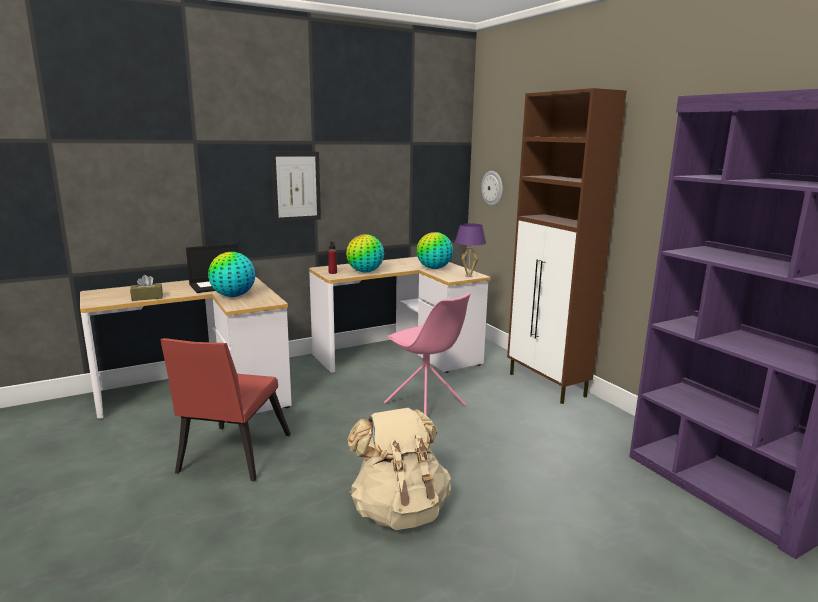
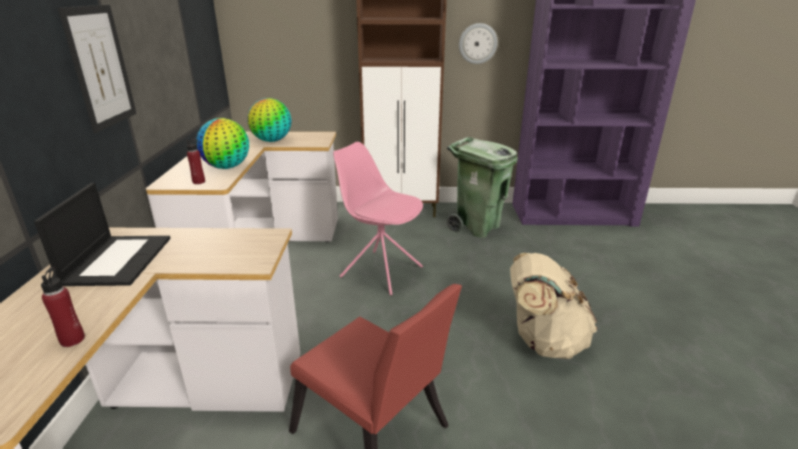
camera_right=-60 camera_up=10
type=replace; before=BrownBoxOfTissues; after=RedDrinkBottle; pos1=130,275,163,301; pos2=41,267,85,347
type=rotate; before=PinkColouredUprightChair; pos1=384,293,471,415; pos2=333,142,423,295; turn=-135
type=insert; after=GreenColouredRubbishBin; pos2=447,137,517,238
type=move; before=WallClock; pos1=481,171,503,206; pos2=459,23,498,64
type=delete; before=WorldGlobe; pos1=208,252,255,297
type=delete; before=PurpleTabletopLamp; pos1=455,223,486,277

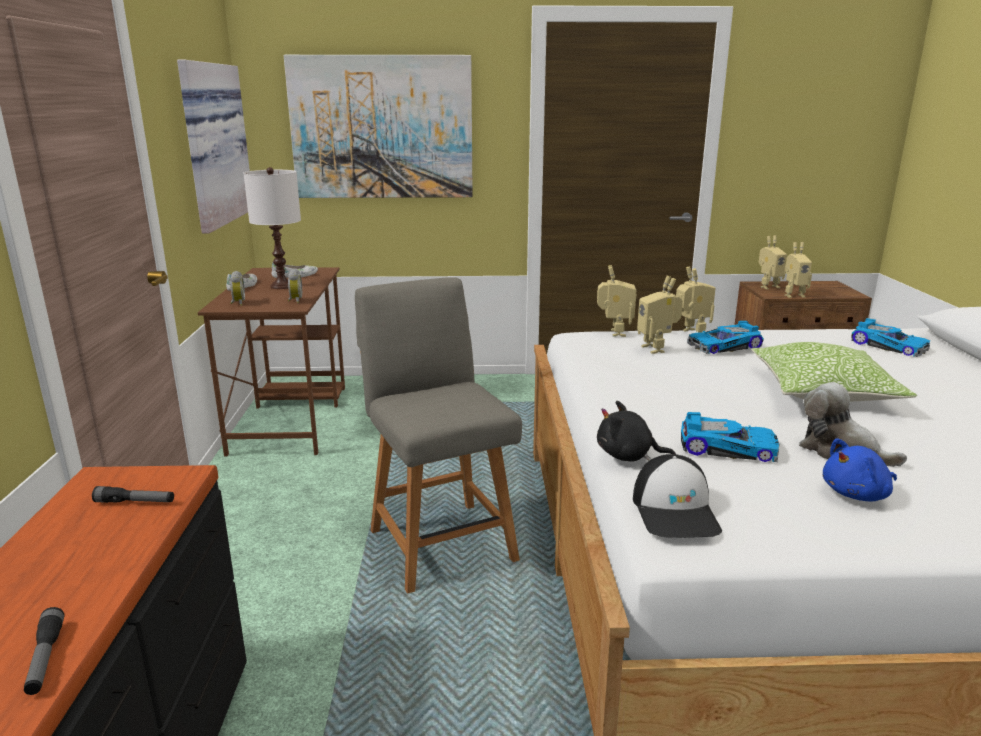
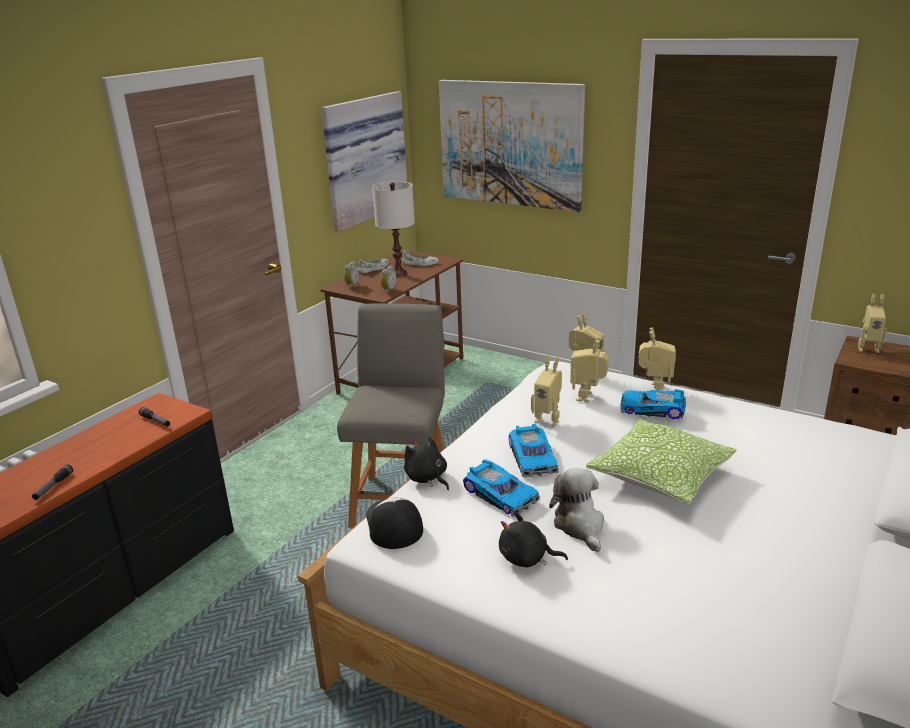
camera_right=35 camera_up=5
type=rotate; before=BaseballCap; pos1=633,454,722,538; pos2=366,497,423,549; turn=135
type=recolor; before=BlueSoftToy; after=BlackColouredSoftToy; pos1=823,438,897,502; pos2=499,511,568,567
type=move; before=MiniatureCar; pos1=851,318,930,357; pos2=509,424,559,477
type=move; before=ToyRobot; pos1=785,242,812,298; pos2=531,355,562,427

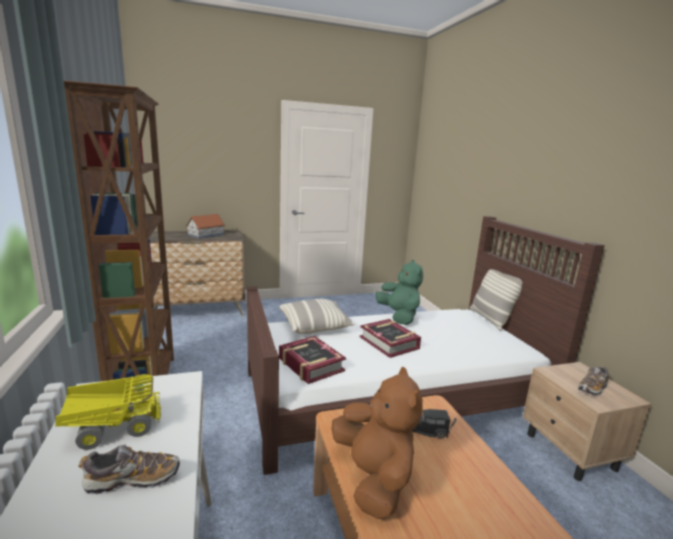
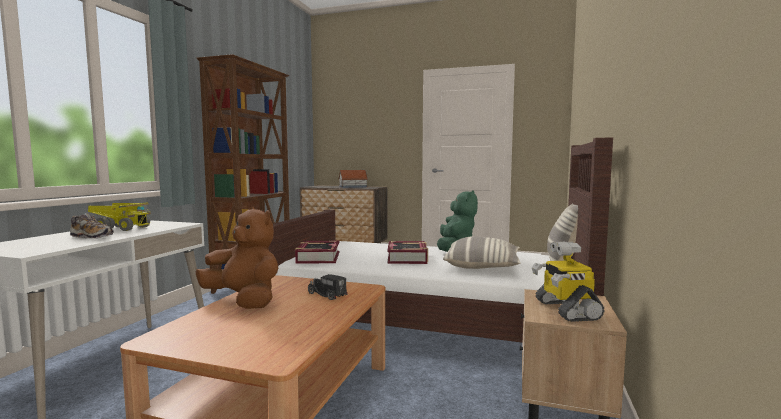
camera_right=35 camera_up=-10
type=rotate; before=BrownSoftToy; pos1=332,367,423,519; pos2=195,207,278,309; turn=-75
type=move; before=Pillow; pos1=279,299,355,334; pos2=443,236,521,269
type=replace; before=Shoe; after=ToyRobot; pos1=578,366,609,396; pos2=532,242,605,322

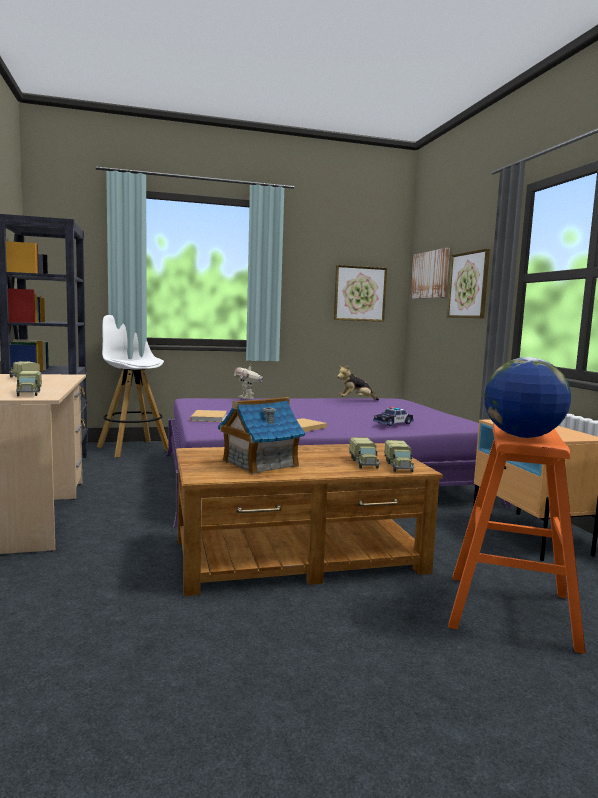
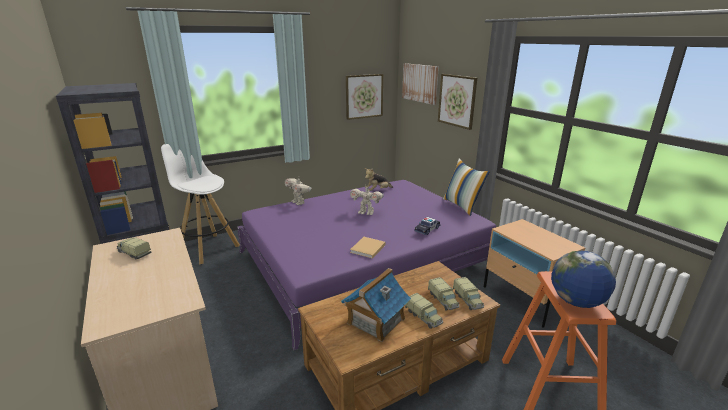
camera_right=-15 camera_up=15
type=insert; after=ToyRobot; pos2=350,184,384,215
type=move; before=ToyTruck; pos1=16,371,42,396; pos2=405,293,443,329
type=insert; after=Pillow; pos2=443,159,490,216
type=delete; before=BeigeColouredBoundBook; pos1=191,410,227,422

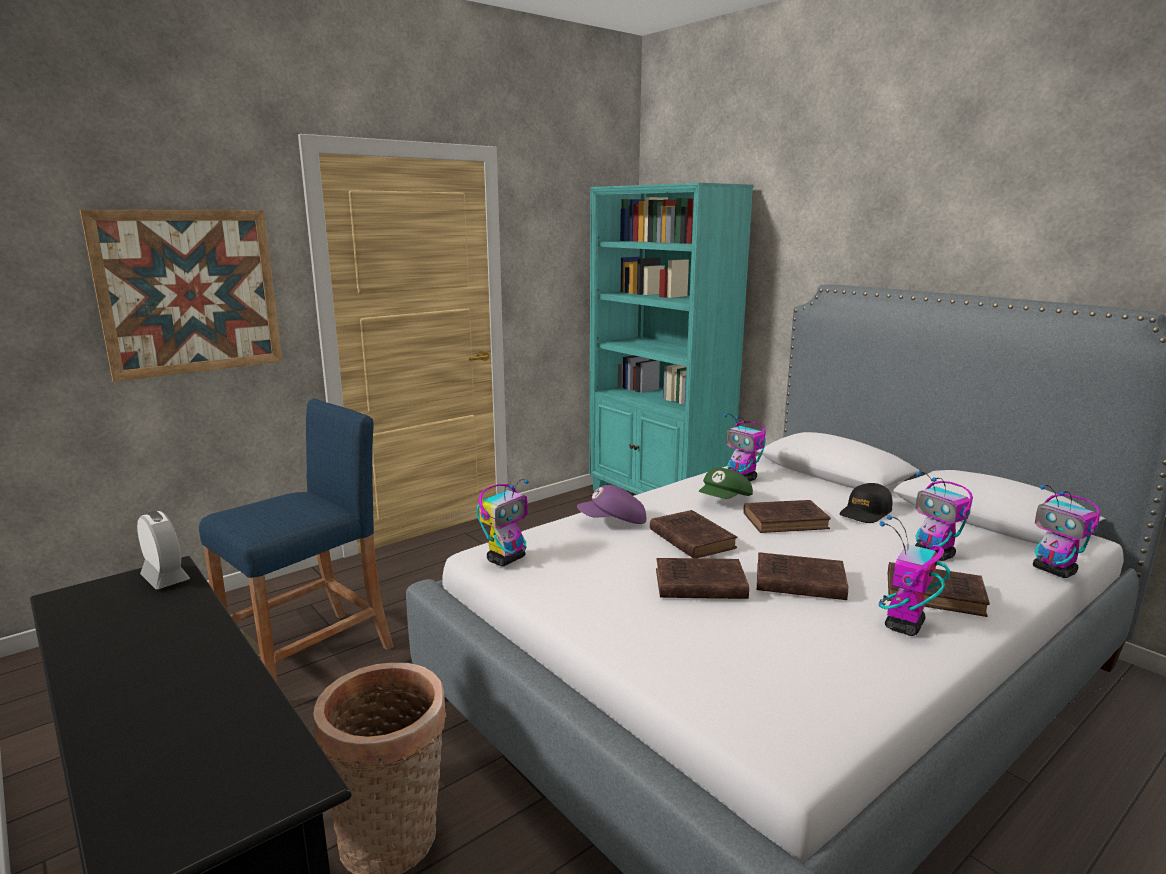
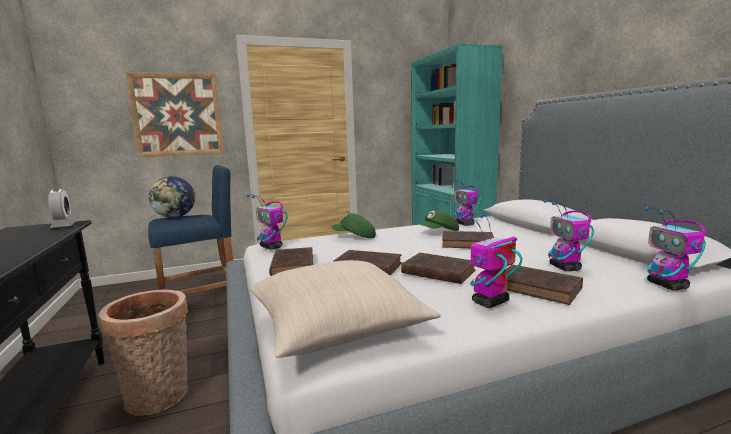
camera_right=20 camera_up=-5
type=insert; after=WorldGlobe; pos2=149,176,195,218
type=rotate; before=ToyRobot; pos1=476,479,529,566; pos2=247,194,288,250; turn=75
type=insert; after=BeigeColouredPillow; pos2=250,260,440,358
type=move; before=BrownBoundBook; pos1=650,510,738,558; pos2=269,247,313,276
type=recolor; before=PurpleBaseballCap; after=GreenColouredBaseballCap; pos1=577,485,646,524; pos2=331,213,376,238
type=delete; before=BlackColouredBaseballCap; pos1=839,483,893,523

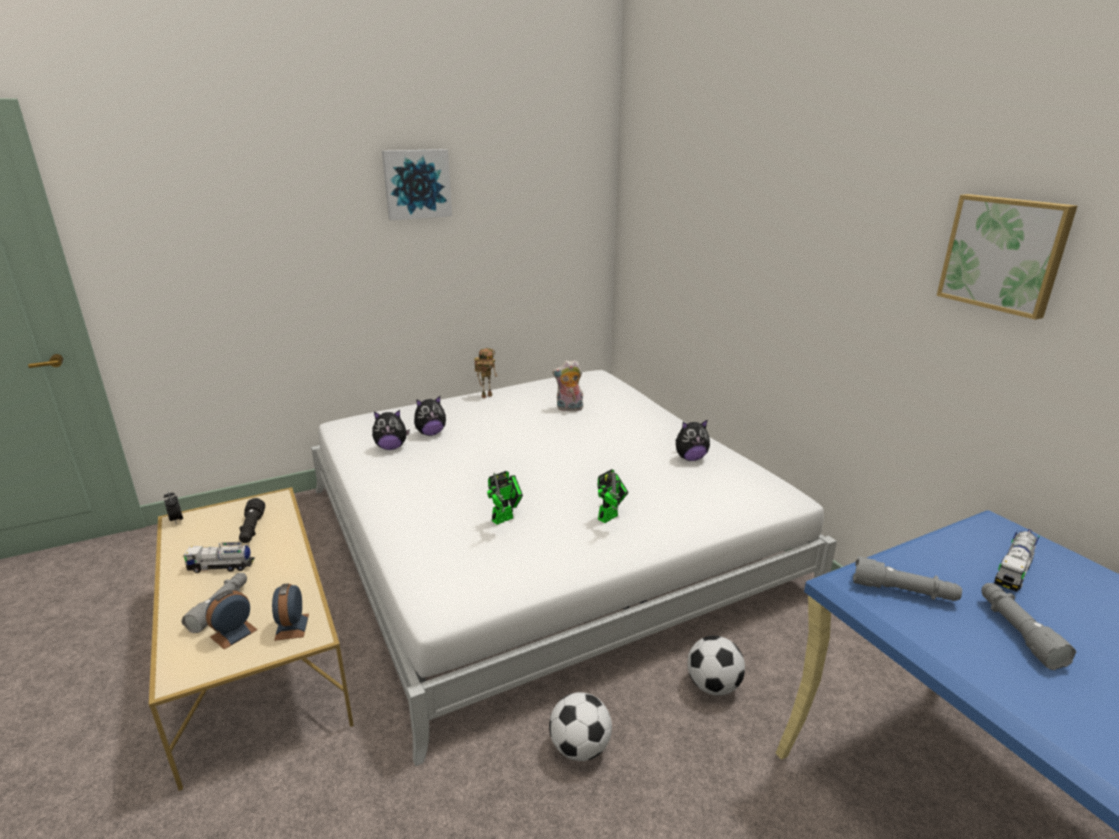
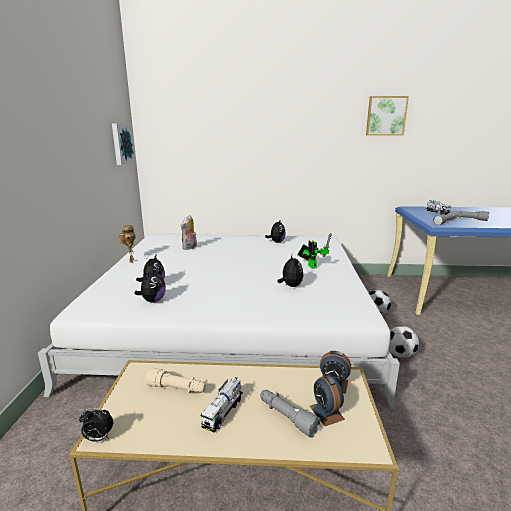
camera_right=-60 camera_up=-5
type=move; before=Picture; pos1=382,149,452,220; pos2=112,124,136,165
type=recolor; before=BlackColouredTorch; after=BeigeColouredTorch; pos1=239,498,265,543; pos2=145,368,206,393
type=replace; before=ToyRobot; after=SoftToy; pos1=487,471,523,525; pos2=277,255,303,287

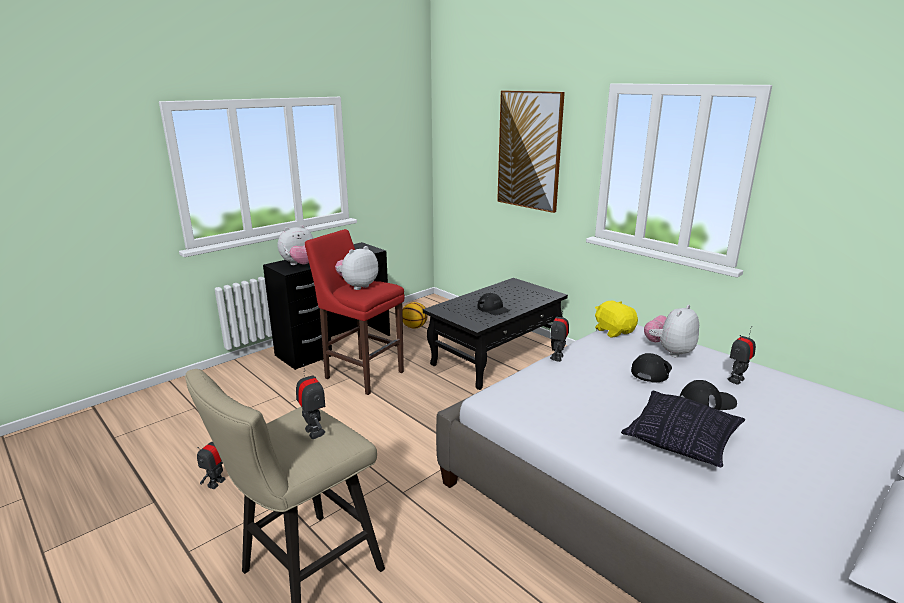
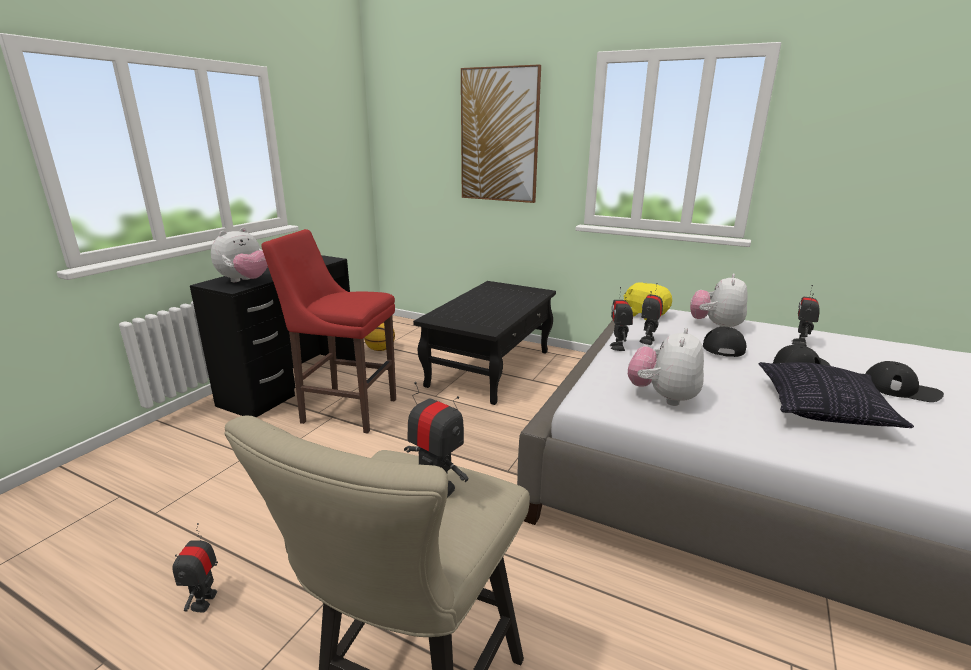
camera_right=-20 camera_up=0
type=move; before=SoftToy; pos1=335,246,379,290; pos2=628,328,704,406
type=insert; after=ToyRobot; pos2=639,283,663,345
type=move; before=BlackColouredBaseballCap; pos1=477,293,511,315; pos2=865,361,944,402

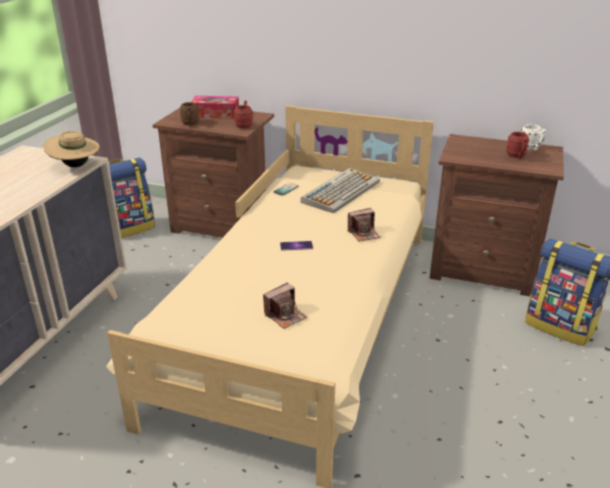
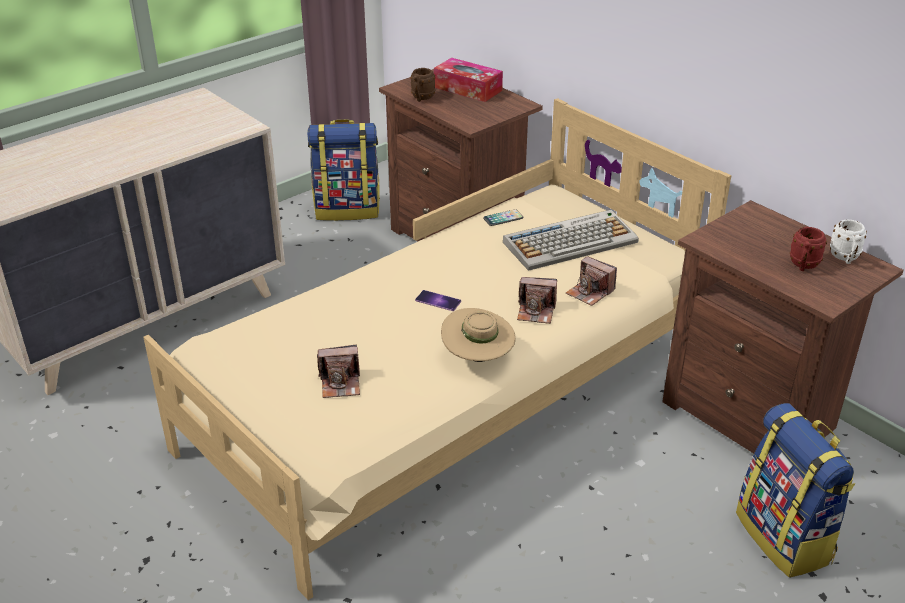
camera_right=30 camera_up=5
type=move; before=BeigeColouredClothingHat; pos1=43,131,100,167; pos2=441,308,516,362
type=insert; after=StillCamera; pos2=566,256,617,306
type=delete; before=RedCoffeeMug; pos1=234,100,253,128

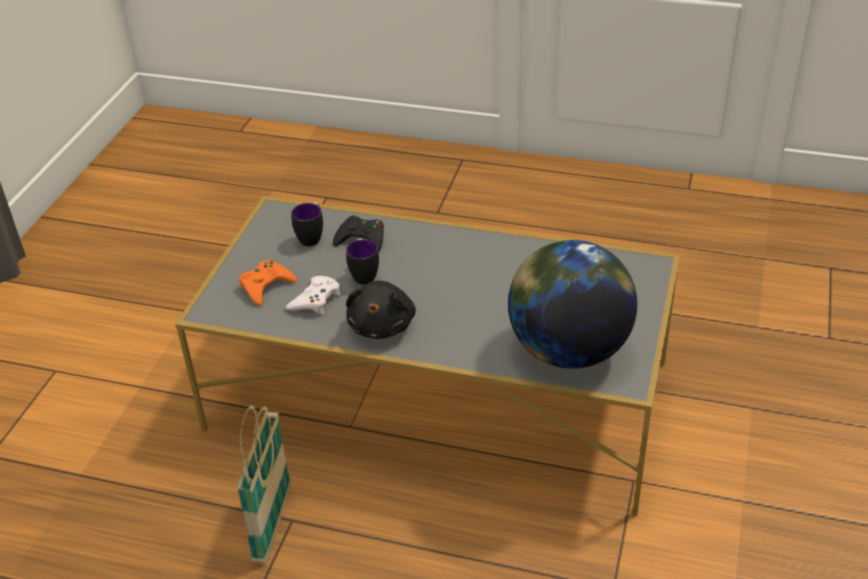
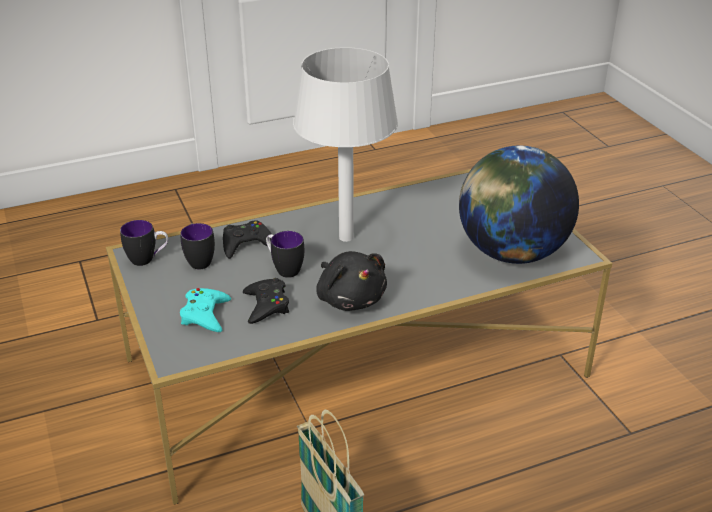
camera_right=-40 camera_up=-5
type=insert; after=CoffeeMug; pos2=120,220,168,266
type=recolor; before=OrangeColouredGamepad; after=TurquoiseGamepad; pos1=239,260,297,306; pos2=180,288,231,332
type=recolor; before=WhiteColouredGamepad; after=BlackColouredGamepad; pos1=286,276,340,314; pos2=243,278,289,324
type=insert; after=GreyishTabletopLamp; pos2=293,47,398,242

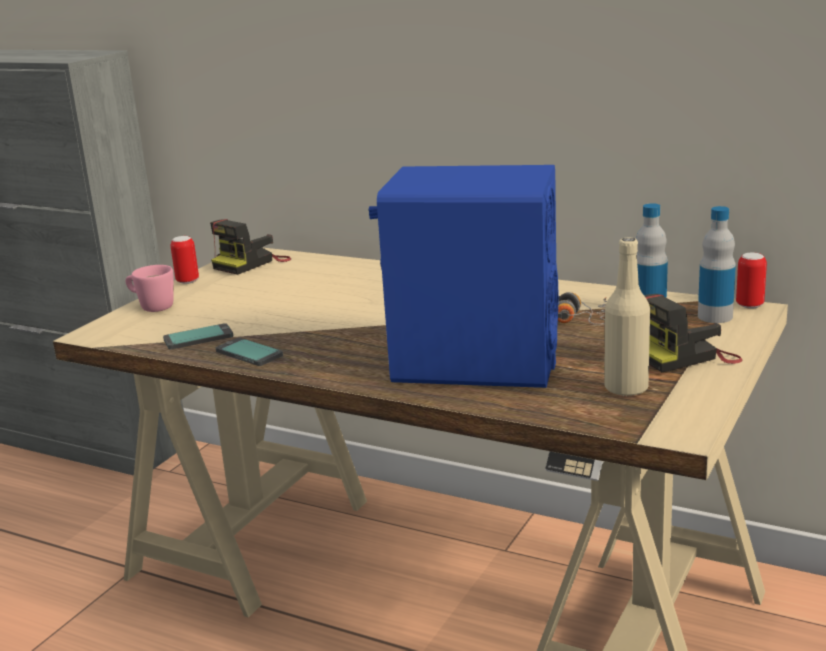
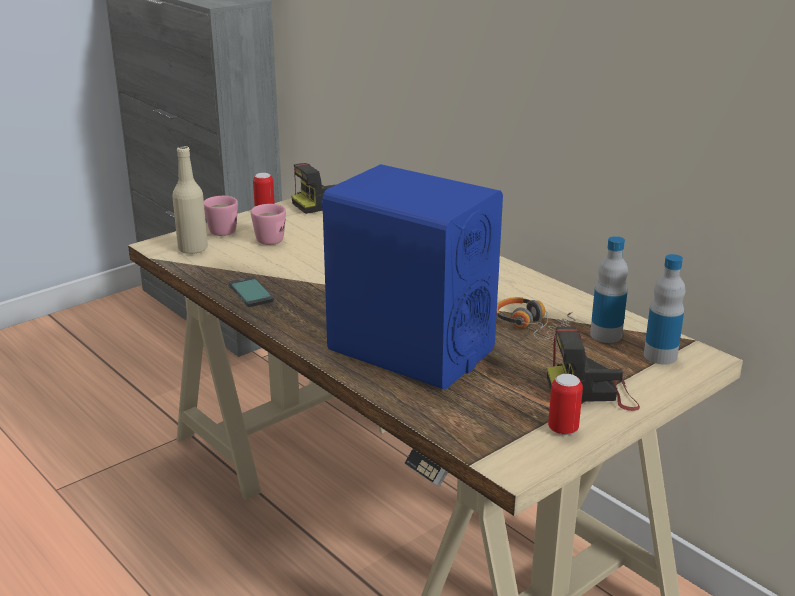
camera_right=20 camera_up=5
type=move; before=BeigeColouredDrinkBottle; pos1=604,237,650,396; pos2=172,146,208,254
type=insert; after=PinkColouredCoffeeMug; pos2=251,204,286,245
type=move; before=MetalCan; pos1=736,252,767,309; pos2=548,374,583,435
type=delete; before=Telephone; pos1=163,323,233,349

